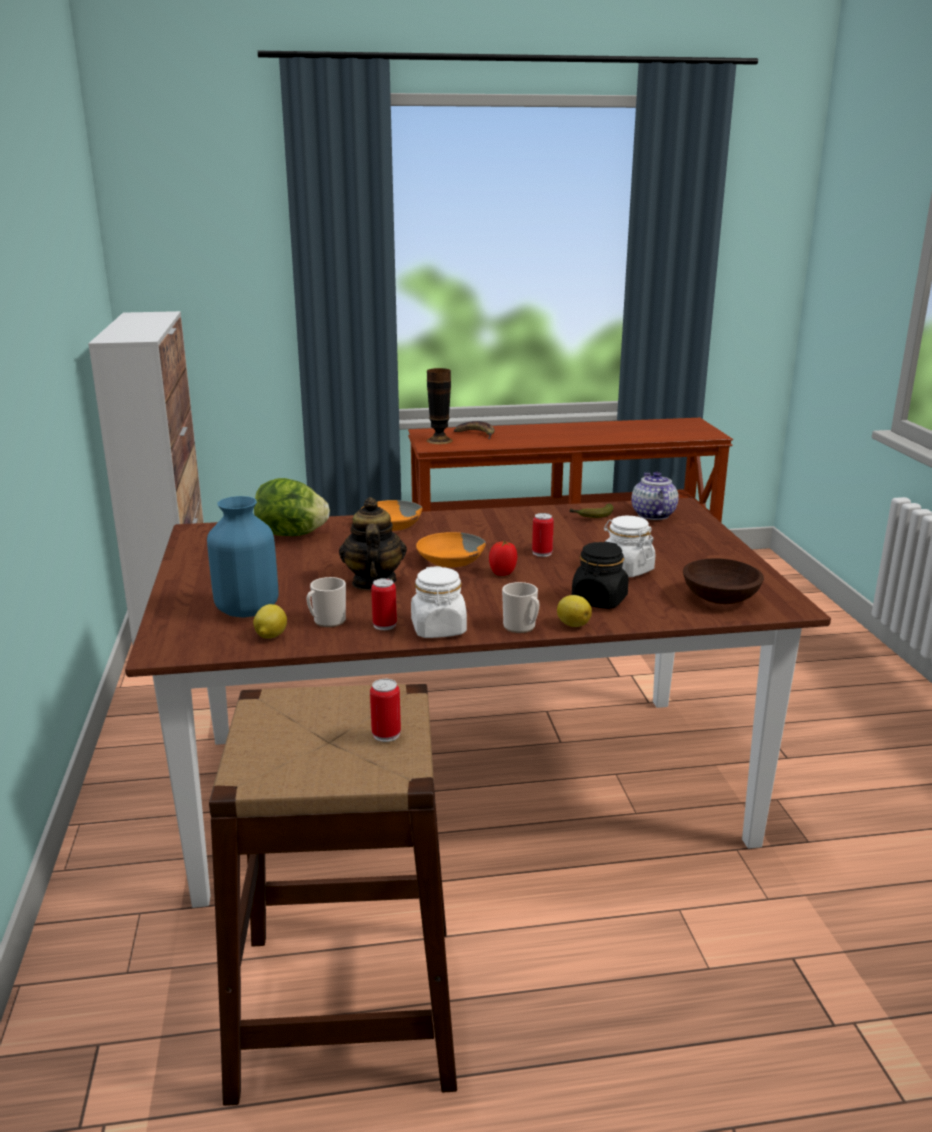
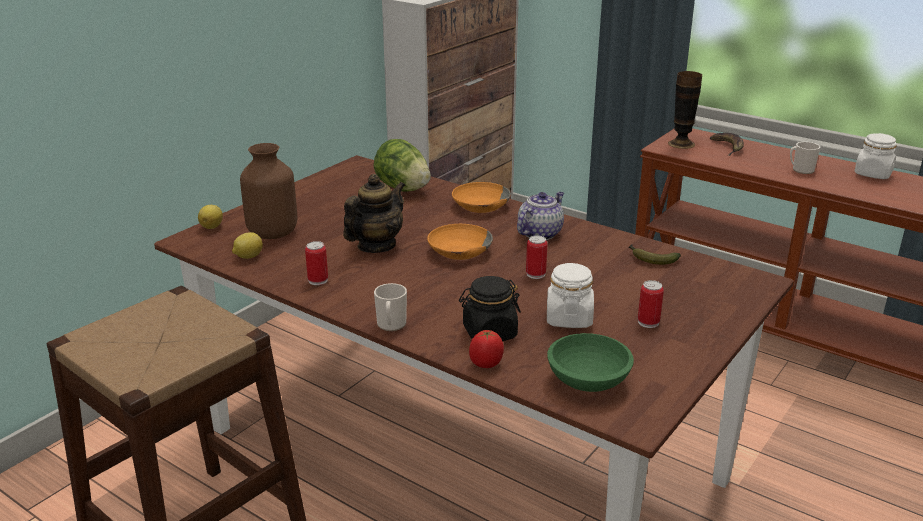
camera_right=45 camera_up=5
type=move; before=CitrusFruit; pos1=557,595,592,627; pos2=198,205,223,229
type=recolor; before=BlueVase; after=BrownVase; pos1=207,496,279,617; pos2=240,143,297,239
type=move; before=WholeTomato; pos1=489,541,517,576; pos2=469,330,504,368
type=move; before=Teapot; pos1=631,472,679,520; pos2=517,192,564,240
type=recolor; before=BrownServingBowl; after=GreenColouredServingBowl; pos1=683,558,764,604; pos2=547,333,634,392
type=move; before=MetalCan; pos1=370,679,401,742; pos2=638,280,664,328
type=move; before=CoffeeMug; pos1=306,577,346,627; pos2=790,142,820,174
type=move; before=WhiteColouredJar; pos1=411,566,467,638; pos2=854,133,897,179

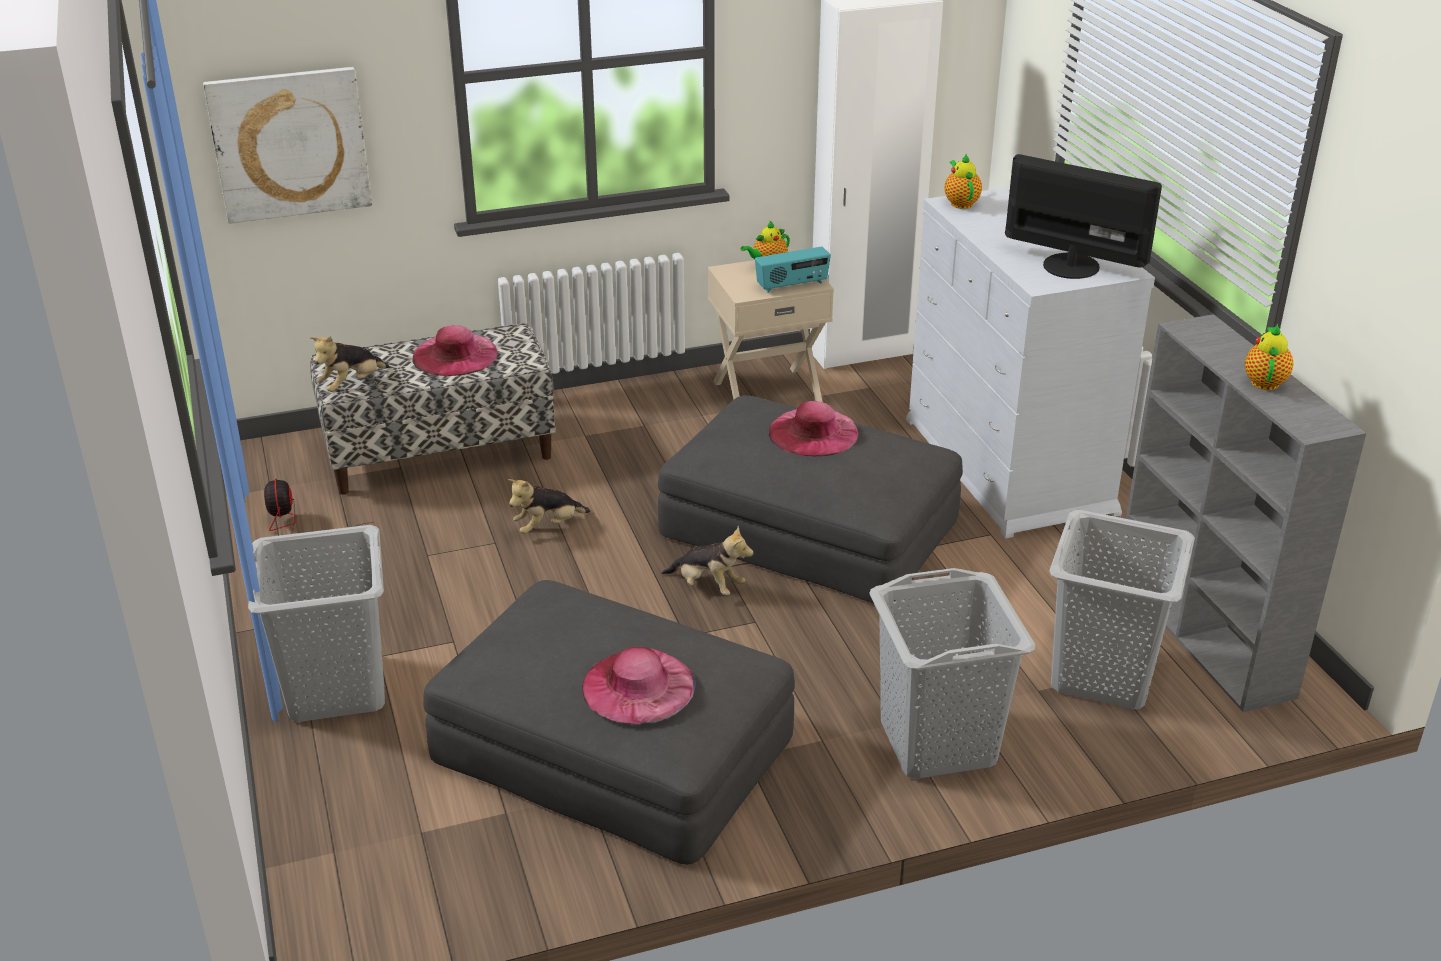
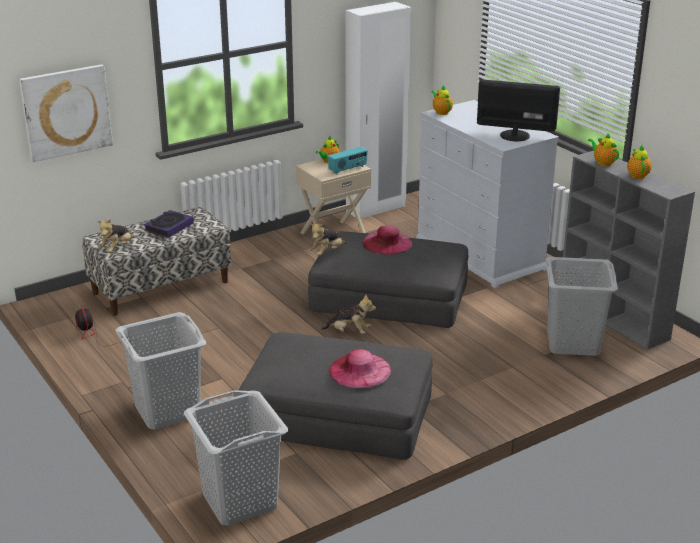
camera_right=-15 camera_up=-5
type=replace; before=PinkColouredClothingHat; after=BoundBook; pos1=412,325,498,376; pos2=144,210,194,238
type=move; before=GreyishHamper; pos1=870,568,1035,779; pos2=184,390,288,525
type=move; before=SoftToy; pos1=508,479,590,534; pos2=309,223,346,256
type=insert; after=Teapot; pos2=588,133,619,166

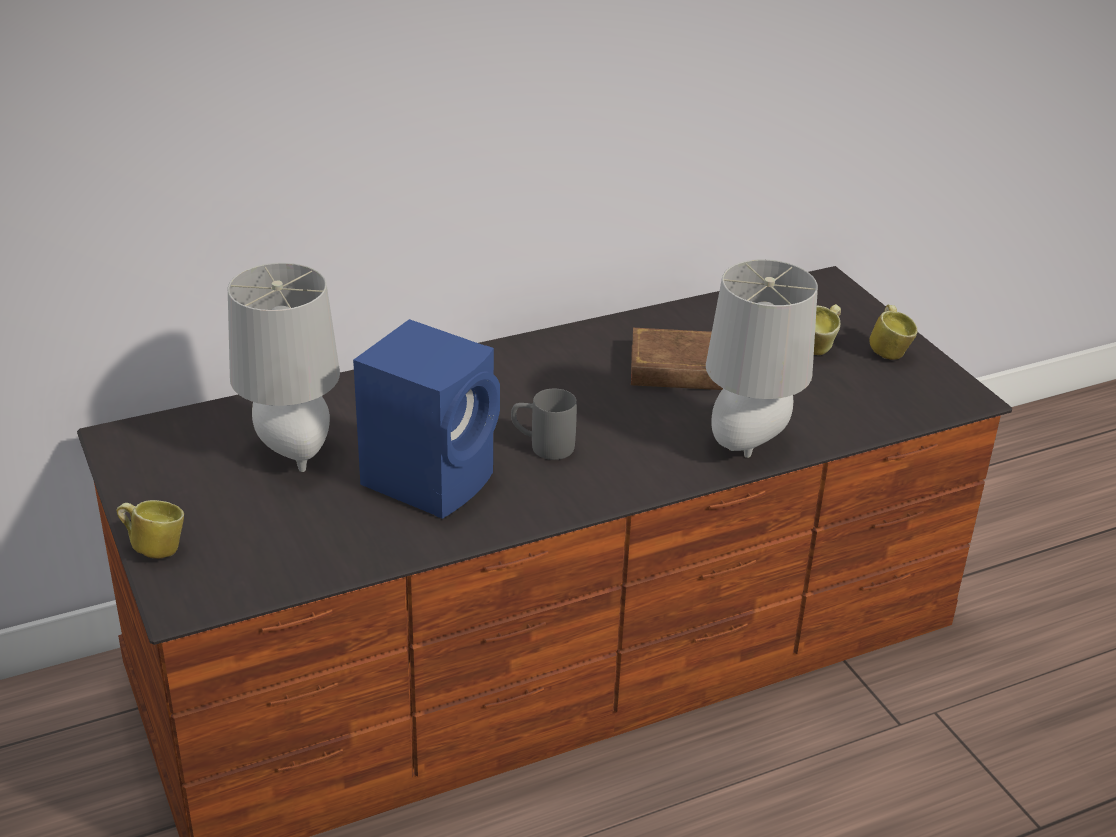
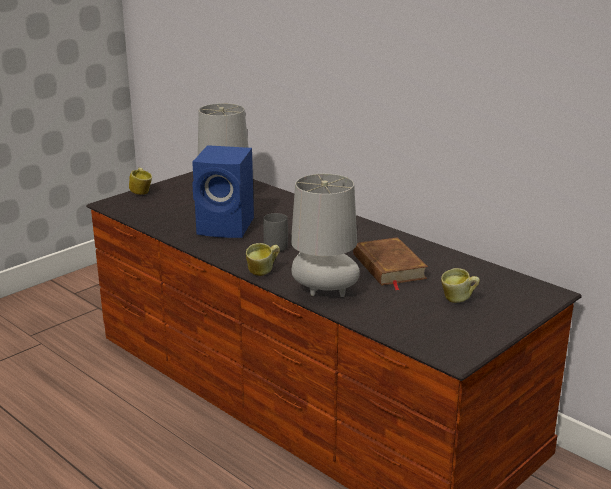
camera_right=70 camera_up=-10
type=move; before=CoffeeMug; pos1=869,305,918,360; pos2=246,243,280,276

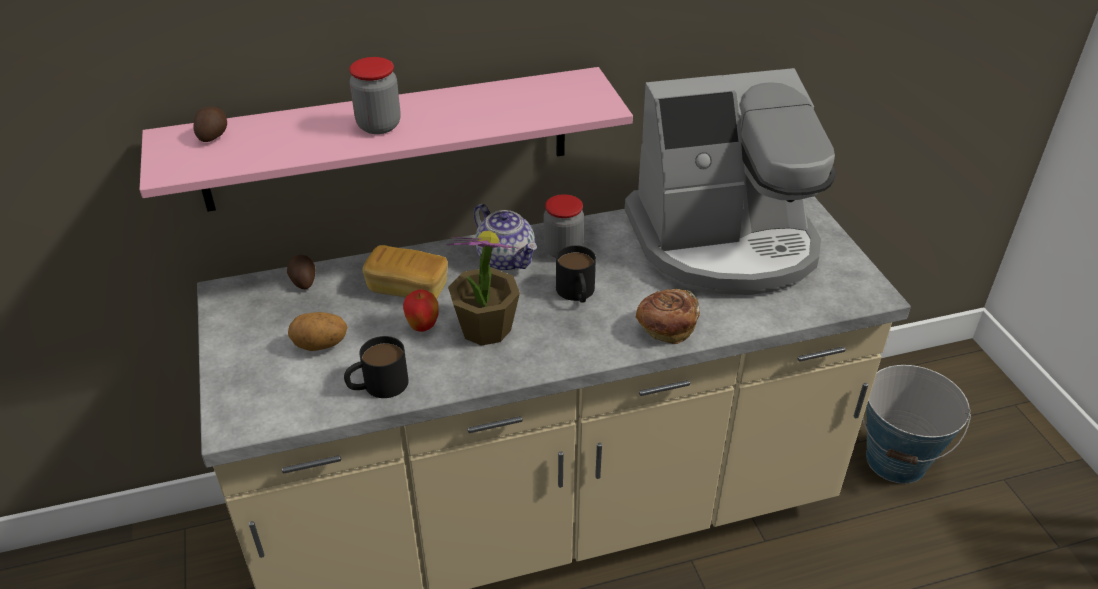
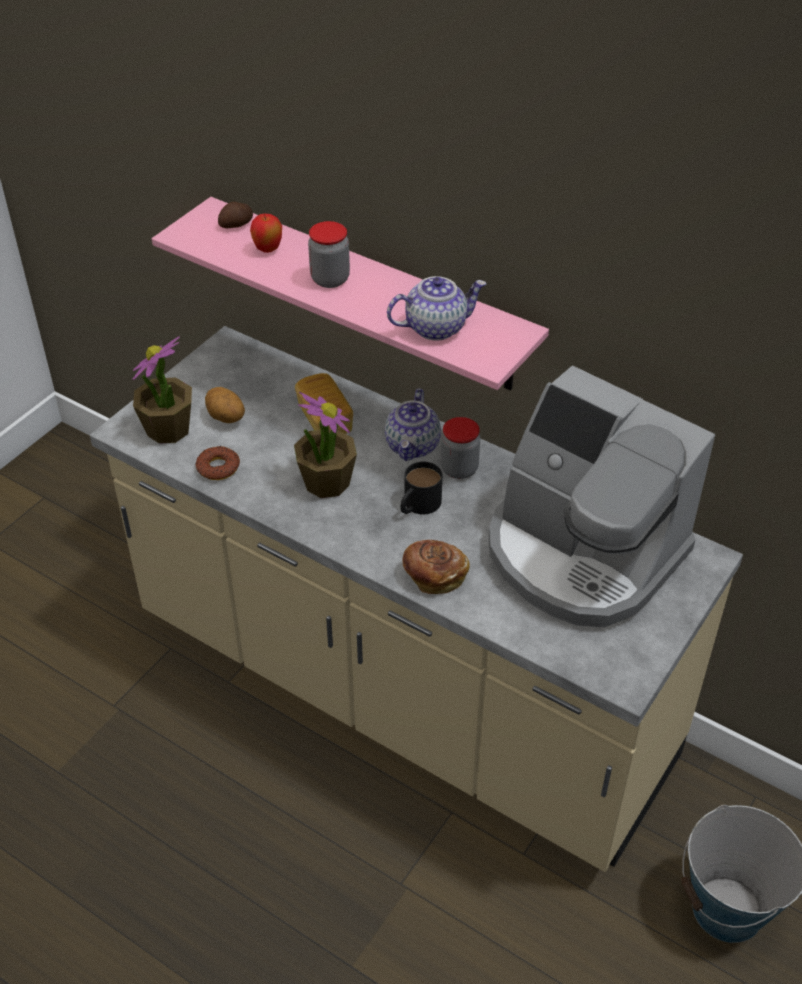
camera_right=50 camera_up=5
type=insert; after=PottedPlant; pos2=132,336,192,444
type=replace; before=BlackColouredCoffeeMug; after=Doughnut; pos1=344,336,409,398; pos2=195,446,240,480
type=move; before=WholeApple; pos1=403,289,439,332; pos2=250,214,282,253
type=insert; after=Teapot; pos2=387,276,486,341
type=delete; before=Spud; pos1=287,255,315,289

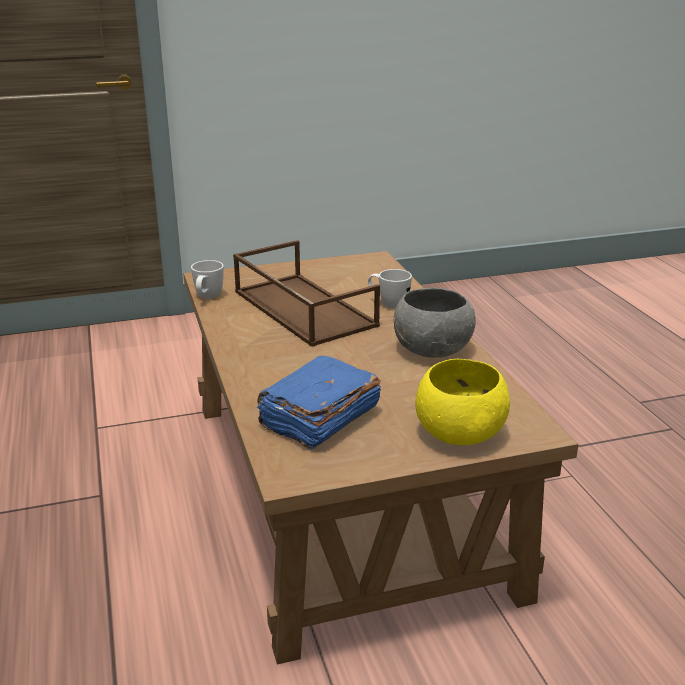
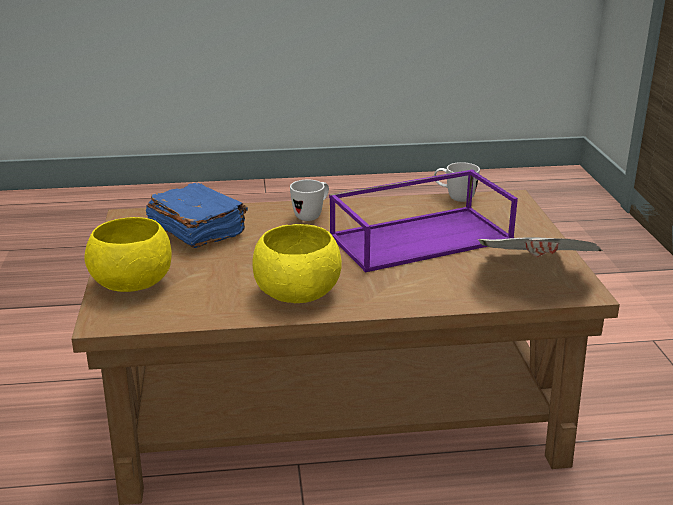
camera_right=100 camera_up=0
type=recolor; before=GreyishServingBowl; after=YellowServingBowl; pos1=394,288,476,358; pos2=252,224,342,303
type=move; before=WhiteColouredCoffeeMug; pos1=368,269,412,309; pos2=290,180,329,221
type=recolor; before=BrownCarryingTray; after=PurpleCarryingTray; pos1=233,240,380,347; pos2=329,170,518,272
type=insert; after=PrintedPaper; pos2=478,238,602,258

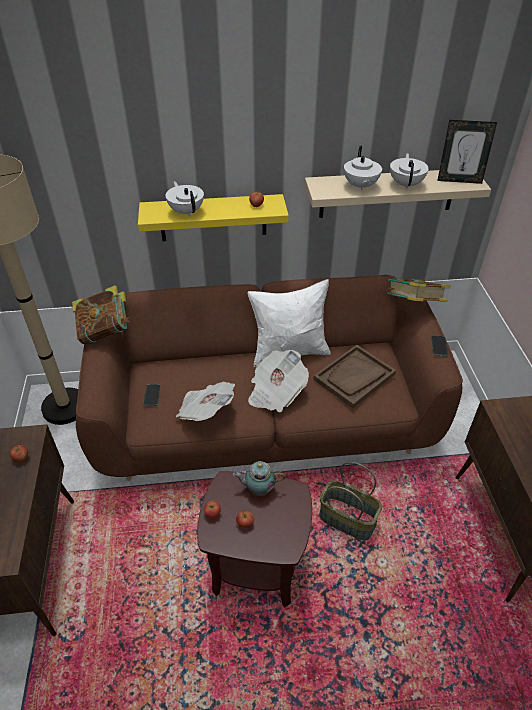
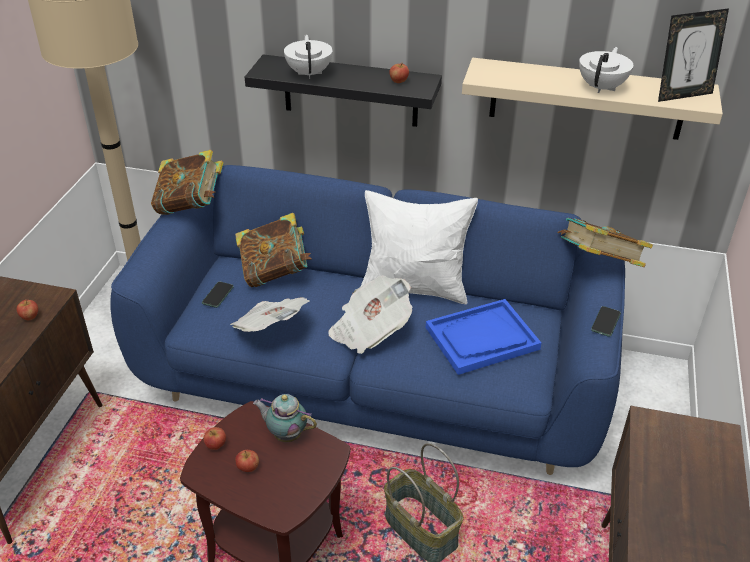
camera_right=20 camera_up=-5
type=recolor; before=BrownCouch; after=BlueCouch; pos1=76,275,463,481; pos2=110,165,625,475
type=insert; after=BoundBook; pos2=235,213,312,287
type=recolor; before=YellowShelf; after=BlackColouredShelf; pos1=138,194,289,241; pos2=245,55,442,127
type=recolor; before=BrownCarryingTray; after=BlueCarryingTray; pos1=314,345,396,408; pos2=426,299,541,375
type=rotate; before=PhotoFrame; pos1=437,120,497,184; pos2=658,8,729,102; turn=-45
type=delete; before=WhiteColouredTeapot; pos1=344,146,382,191

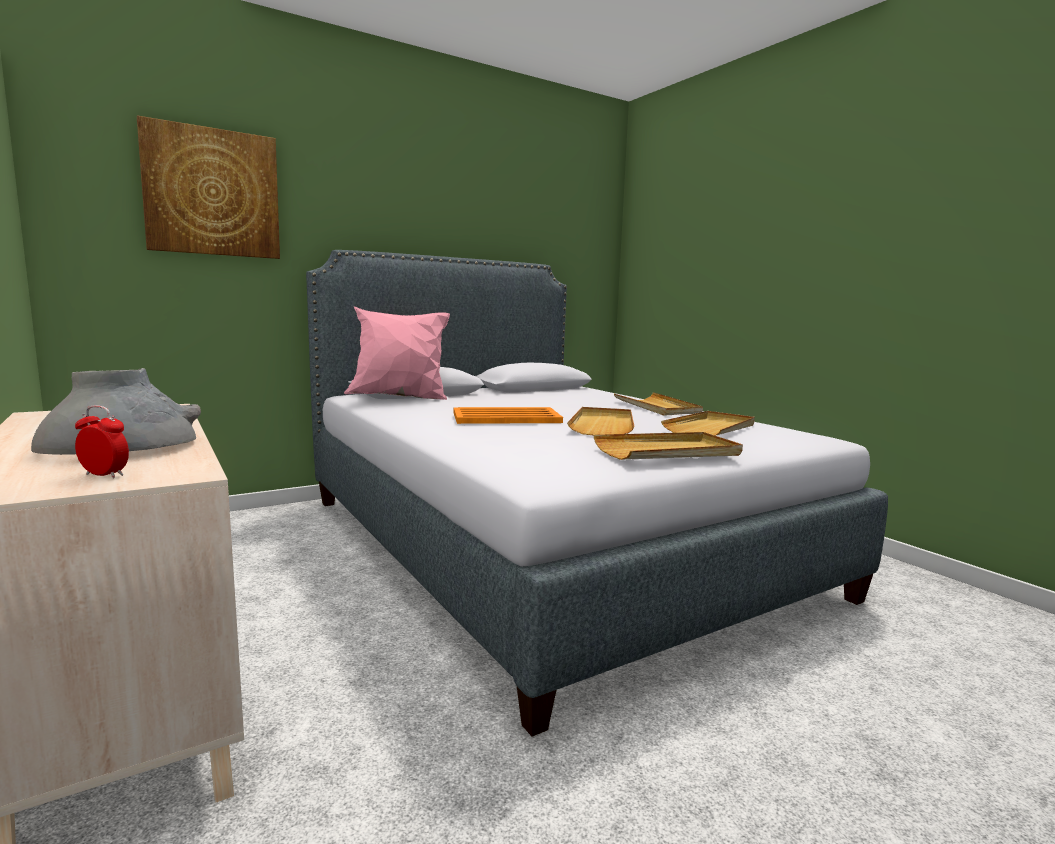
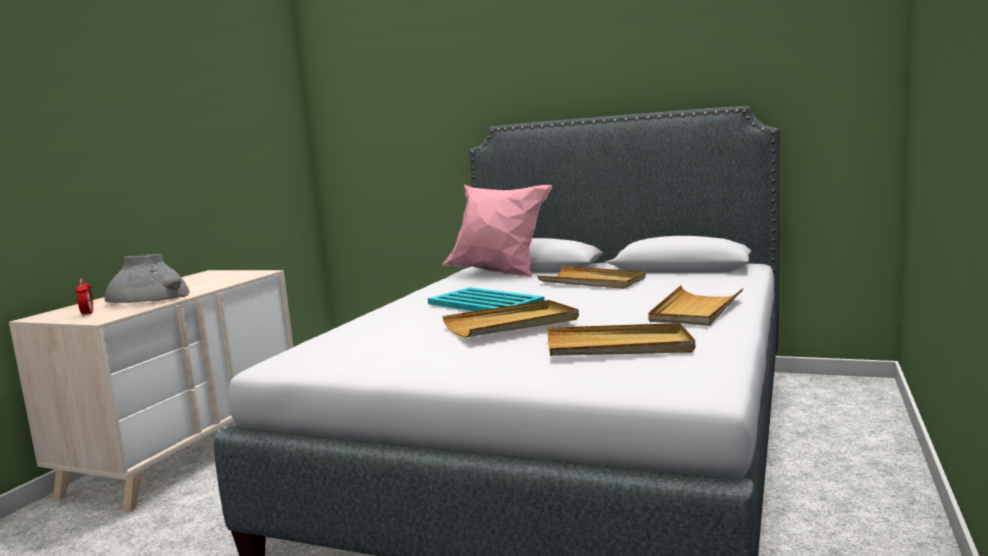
camera_right=55 camera_up=0
type=recolor; before=OrangeColouredCarryingTray; after=TurquoiseCarryingTray; pos1=454,407,563,424; pos2=428,287,545,311
type=move; before=BeigeColouredCarryingTray; pos1=593,432,743,460; pos2=537,266,646,289
type=delete; before=Picture; pos1=137,115,280,259

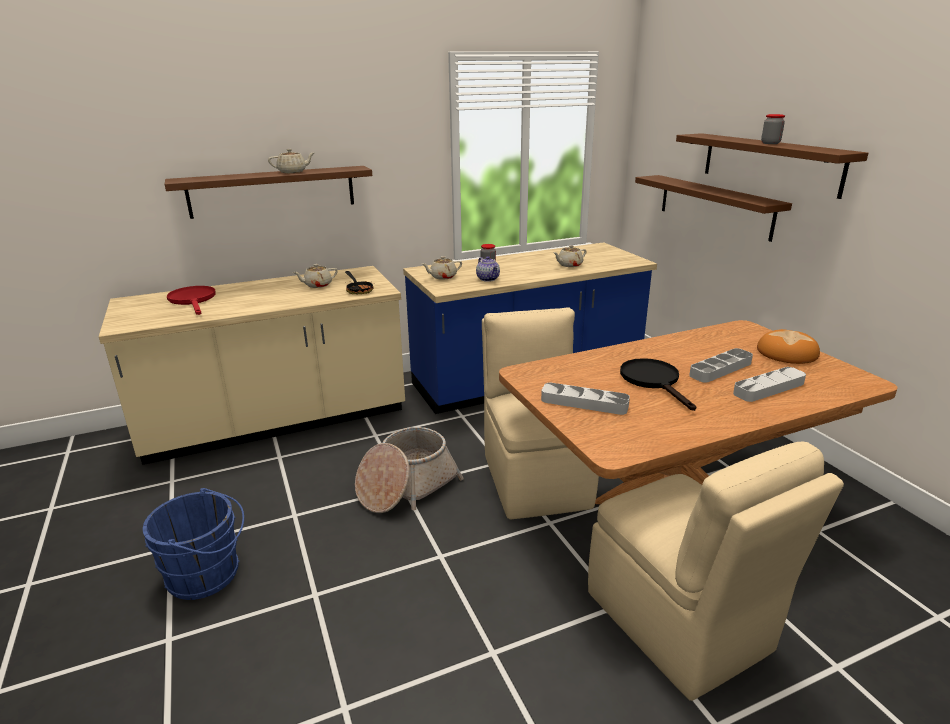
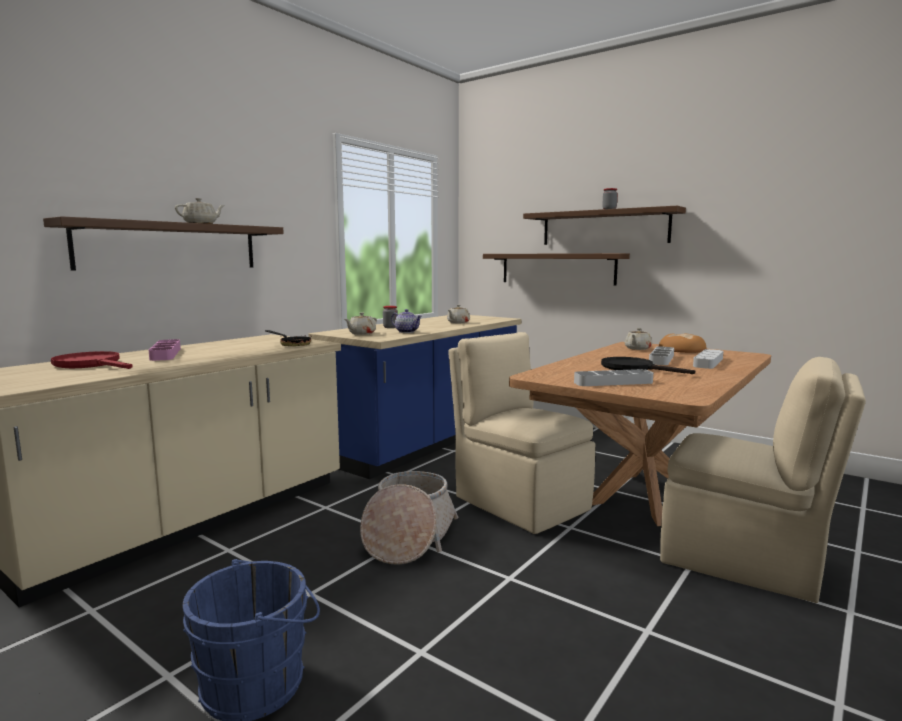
camera_right=-30 camera_up=-15
type=insert; after=PinkColouredCarryingTray; pos2=149,339,181,361
type=move; before=BeigeColouredTeapot; pos1=293,264,338,288; pos2=624,328,652,350

